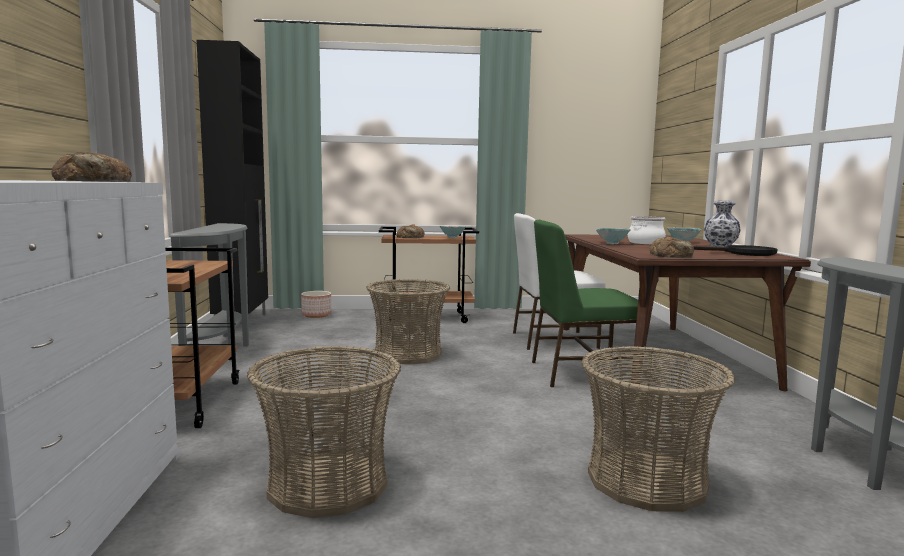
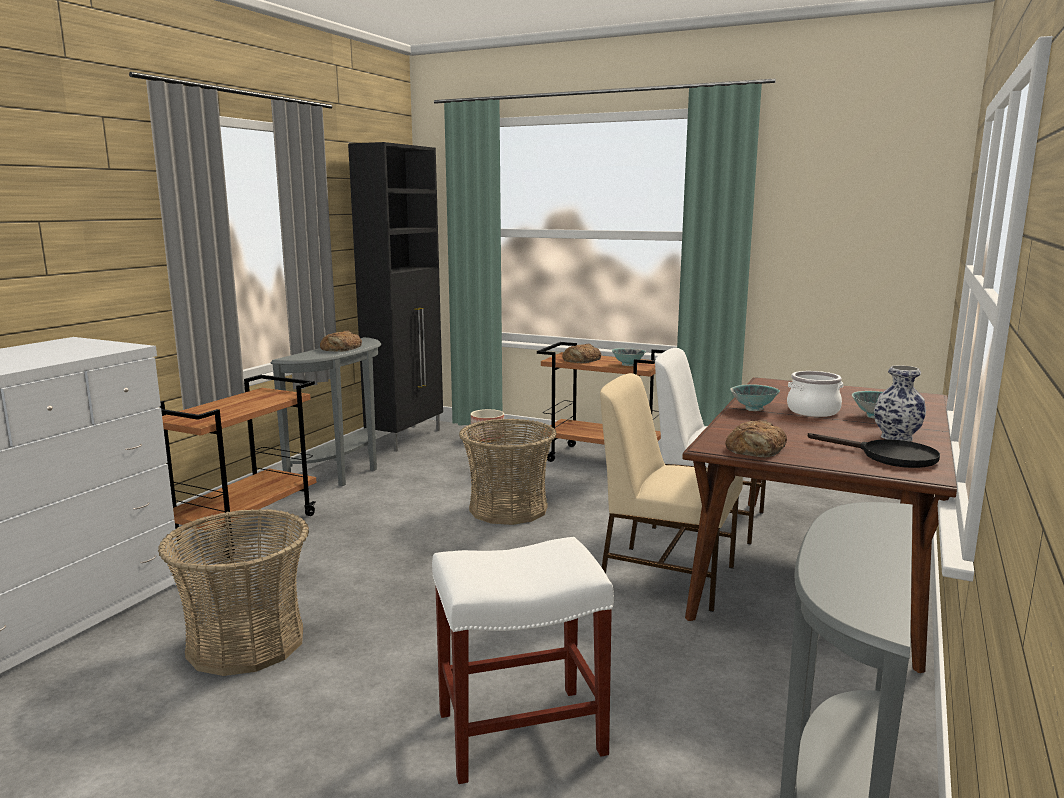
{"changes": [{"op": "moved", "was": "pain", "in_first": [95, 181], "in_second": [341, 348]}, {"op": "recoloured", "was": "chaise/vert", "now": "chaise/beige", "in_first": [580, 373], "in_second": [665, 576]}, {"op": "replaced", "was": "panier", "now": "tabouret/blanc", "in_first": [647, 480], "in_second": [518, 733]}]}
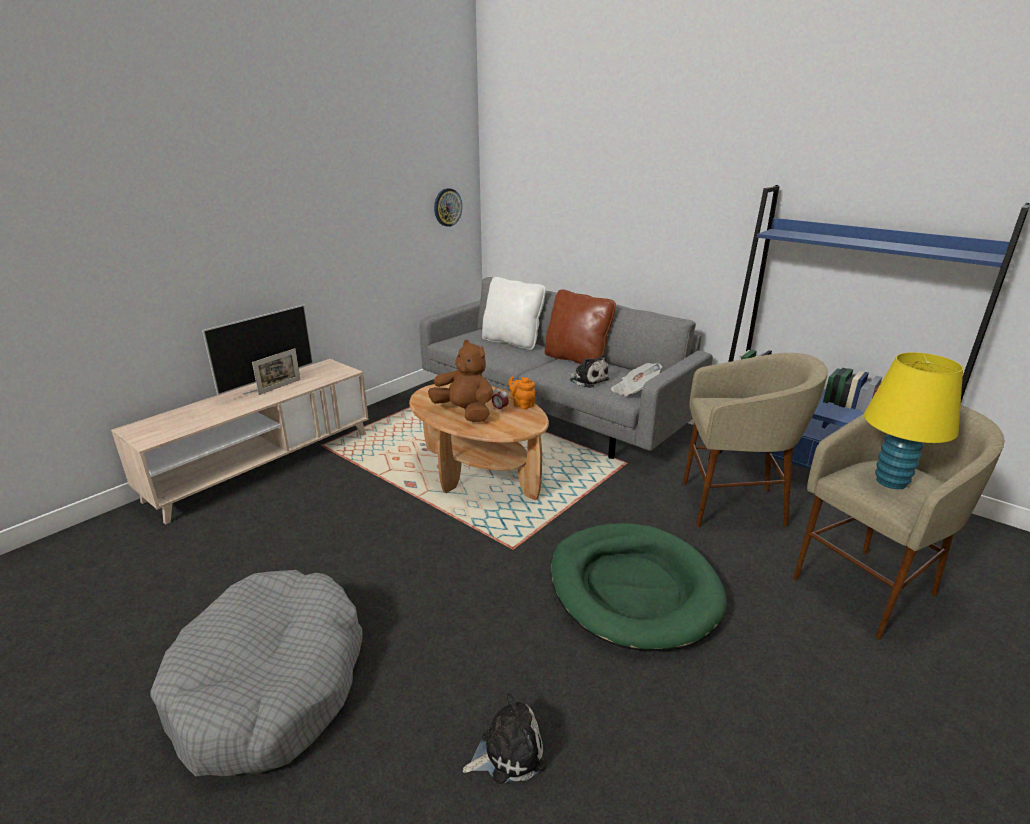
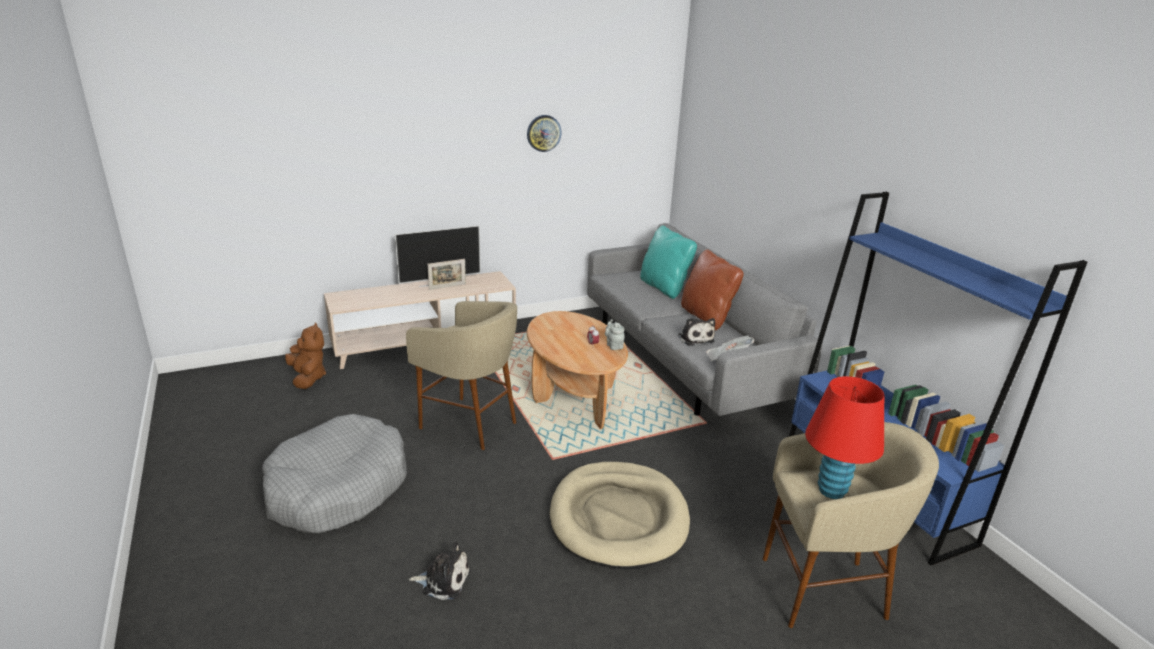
{"changes": [{"op": "moved", "was": "horloge murale", "in_first": [447, 207], "in_second": [543, 133]}, {"op": "recoloured", "was": "coussin/blanc", "now": "coussin/turquoise", "in_first": [512, 342], "in_second": [664, 288]}, {"op": "moved", "was": "peluche/marron", "in_first": [465, 413], "in_second": [308, 378]}, {"op": "recoloured", "was": "lampe de table/jaune", "now": "lampe de table/rouge", "in_first": [890, 482], "in_second": [831, 491]}, {"op": "moved", "was": "tabouret/beige", "in_first": [734, 505], "in_second": [470, 424]}, {"op": "recoloured", "was": "théière/orange", "now": "théière/gris", "in_first": [522, 404], "in_second": [614, 345]}, {"op": "recoloured", "was": "panier pour chien/vert", "now": "panier pour chien/beige", "in_first": [633, 589], "in_second": [618, 518]}]}
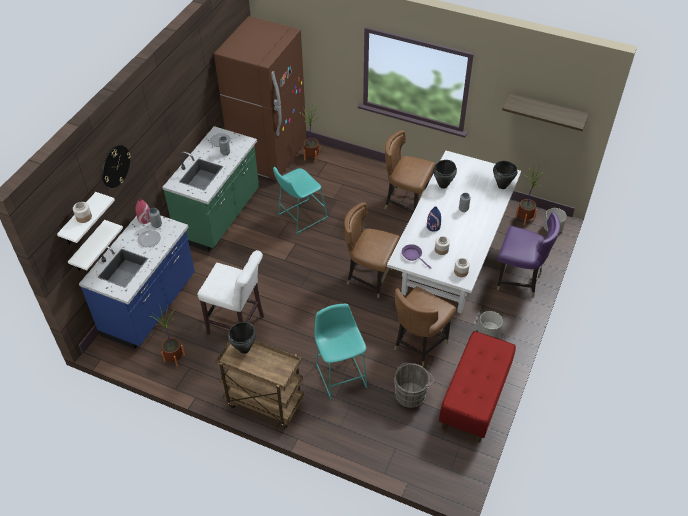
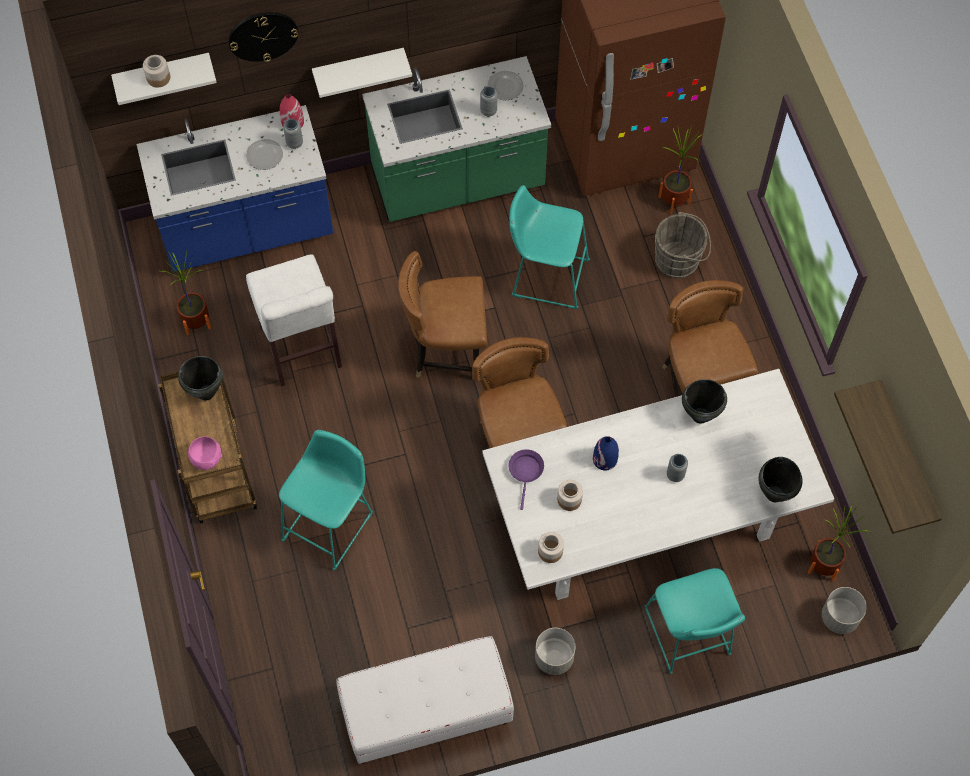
{"changes": [{"op": "replaced", "was": "chaise/violet", "now": "tabouret/turquoise", "in_first": [519, 280], "in_second": [688, 636]}, {"op": "moved", "was": "étagère/blanc", "in_first": [89, 247], "in_second": [359, 68]}, {"op": "moved", "was": "chaise/marron", "in_first": [419, 344], "in_second": [446, 351]}, {"op": "recoloured", "was": "banc/rouge", "now": "banc/blanc", "in_first": [475, 399], "in_second": [426, 713]}, {"op": "moved", "was": "seau/gris", "in_first": [411, 394], "in_second": [679, 260]}, {"op": "added", "now": "bol/rose", "in_second": [206, 458]}]}
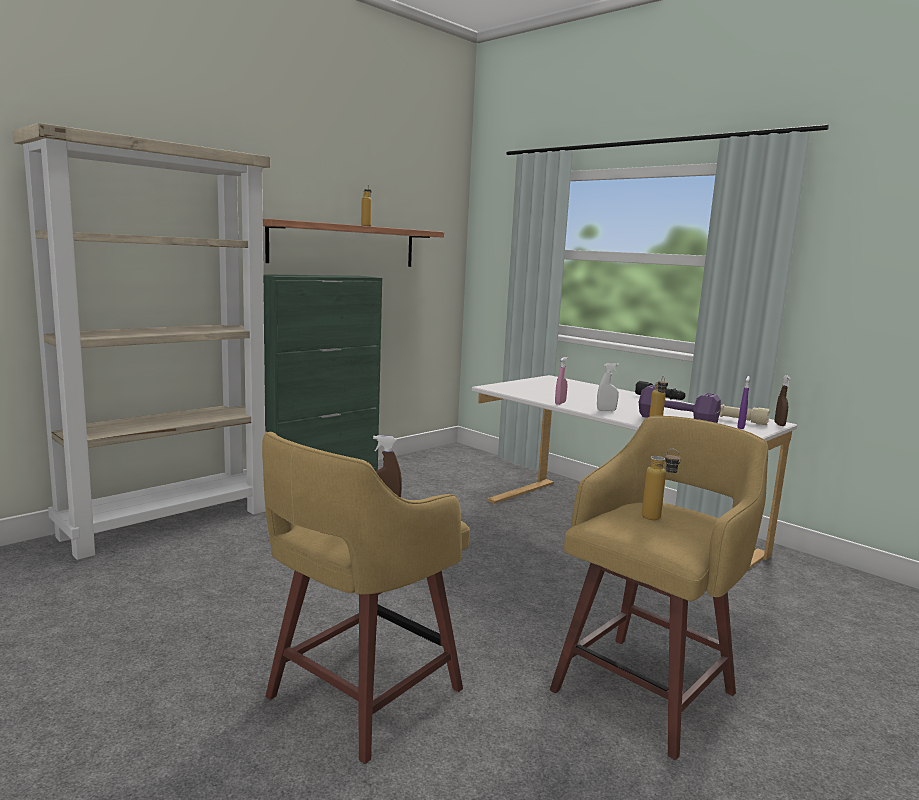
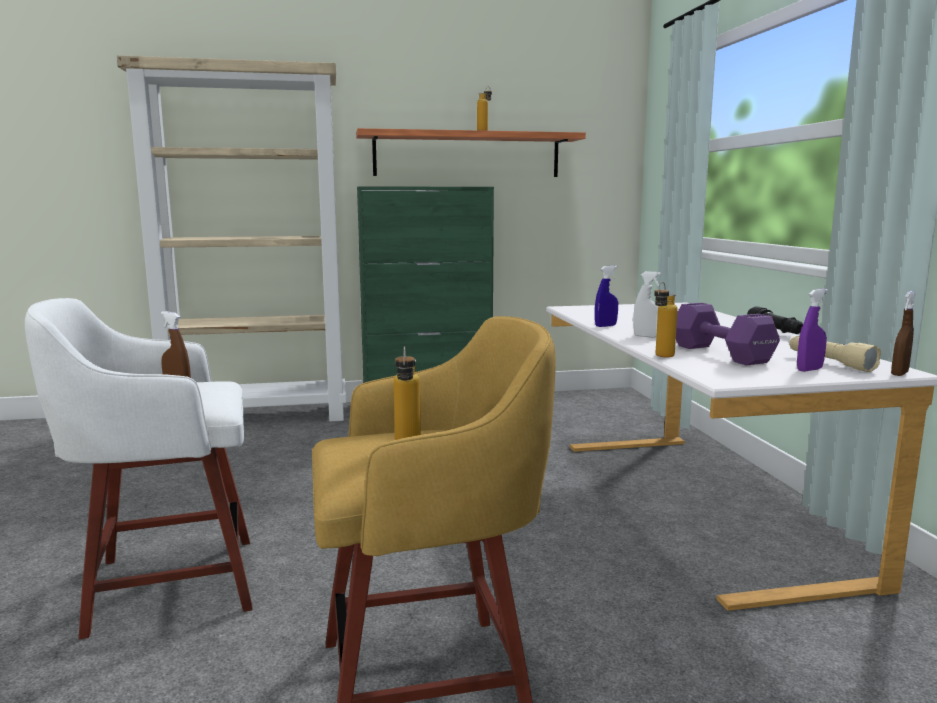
{"changes": [{"op": "recoloured", "was": "vaporisateur/rose", "now": "vaporisateur/bleu", "in_first": [560, 403], "in_second": [605, 326]}, {"op": "recoloured", "was": "tabouret/jaune", "now": "tabouret/blanc", "in_first": [360, 695], "in_second": [167, 584]}]}
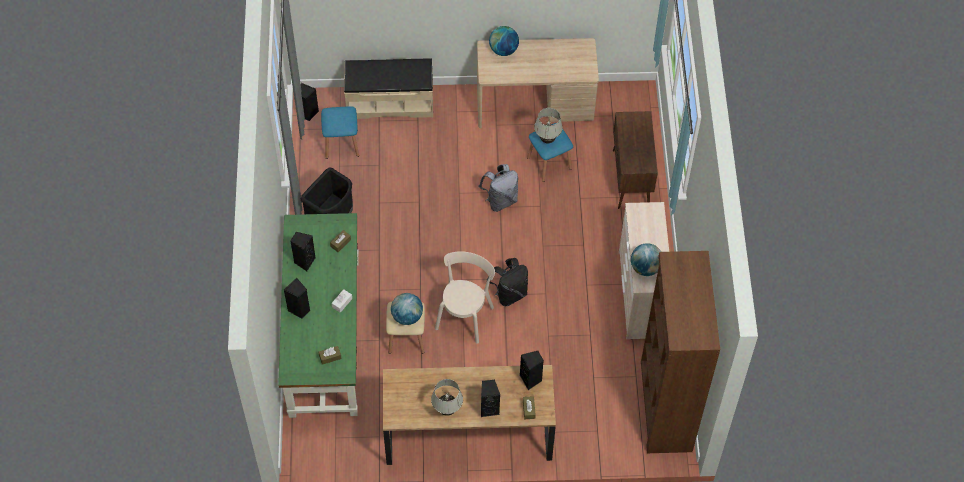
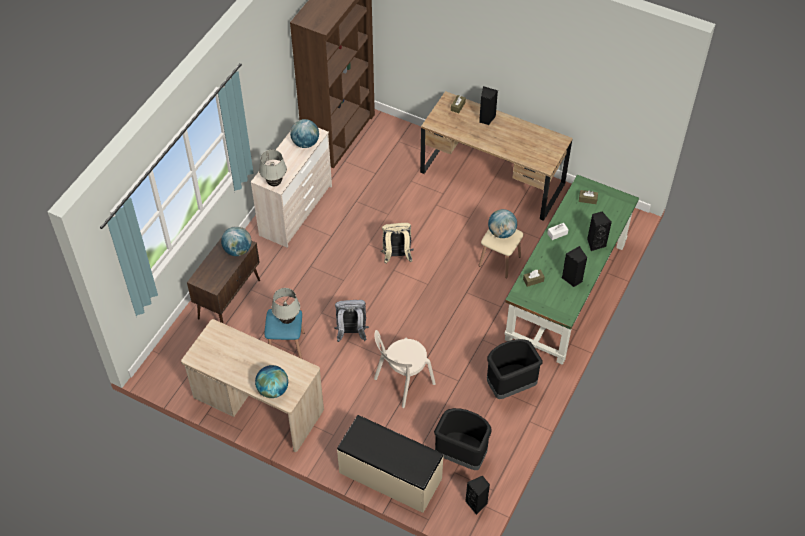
{"changes": [{"op": "replaced", "was": "tabouret/bleu", "now": "poubelle/noir", "in_first": [341, 144], "in_second": [461, 455]}, {"op": "moved", "was": "chaise/beige", "in_first": [465, 315], "in_second": [402, 383]}, {"op": "recoloured", "was": "sac à dos/noir", "now": "sac à dos/beige", "in_first": [509, 294], "in_second": [396, 256]}, {"op": "removed", "was": "enceinte/noir", "in_first": [531, 379]}, {"op": "moved", "was": "lampe de table/blanc", "in_first": [447, 410], "in_second": [274, 183]}, {"op": "added", "now": "globe", "in_second": [238, 250]}]}
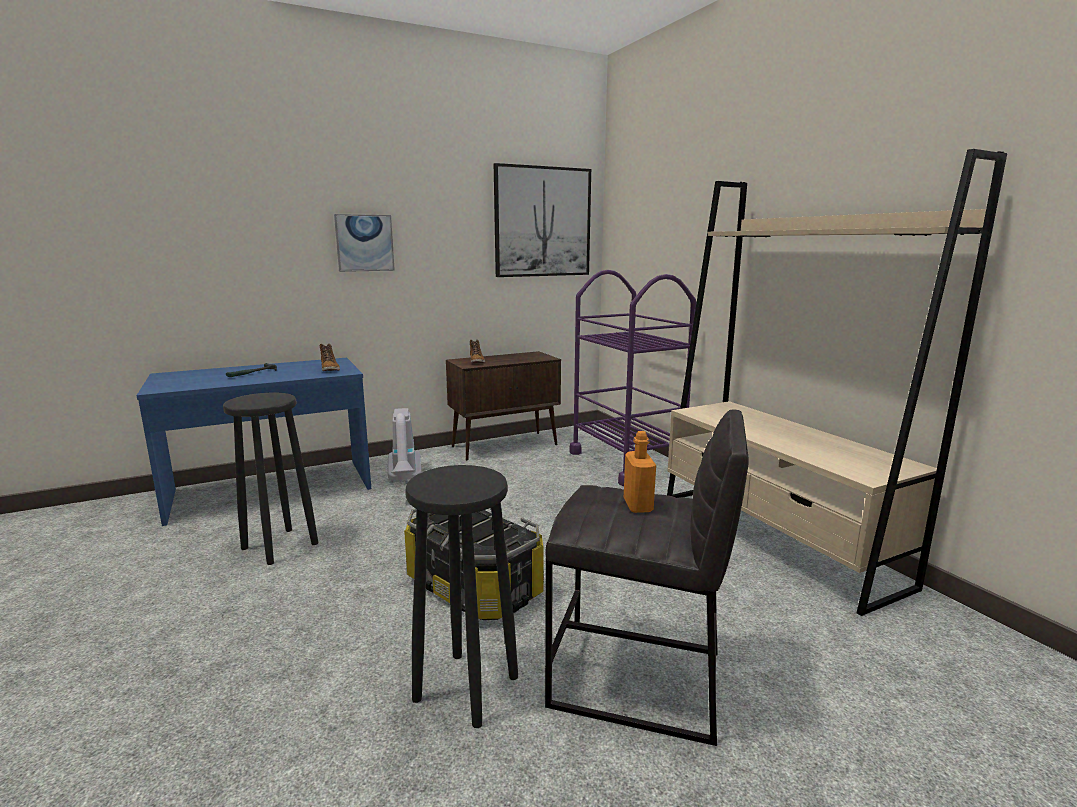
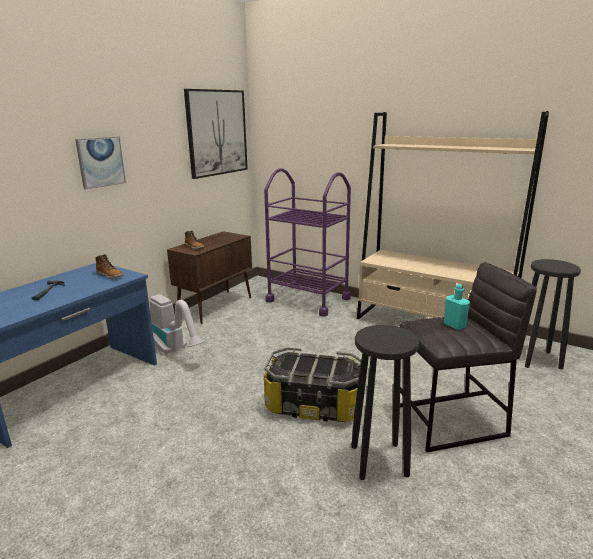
{"changes": [{"op": "moved", "was": "tabouret/noir", "in_first": [279, 546], "in_second": [538, 359]}, {"op": "recoloured", "was": "bouteille/orange", "now": "bouteille/turquoise", "in_first": [638, 505], "in_second": [454, 325]}]}
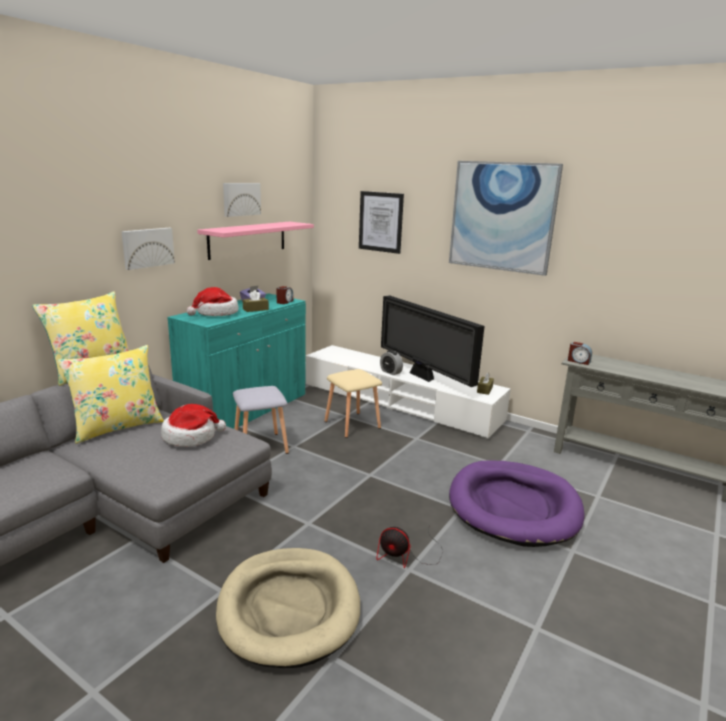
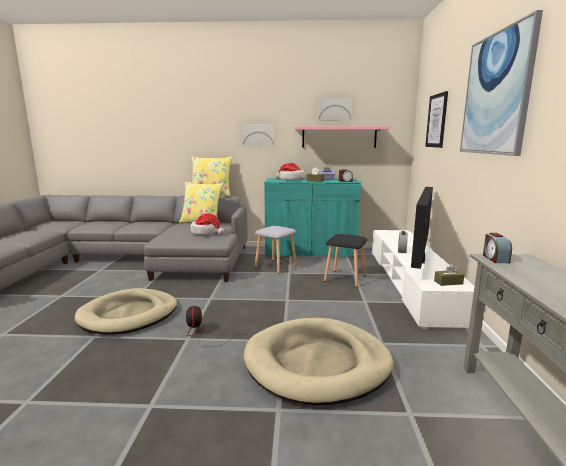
{"changes": [{"op": "recoloured", "was": "tabouret/beige", "now": "tabouret/noir", "in_first": [352, 424], "in_second": [345, 278]}, {"op": "recoloured", "was": "panier pour chien/violet", "now": "panier pour chien/beige", "in_first": [513, 506], "in_second": [317, 363]}]}
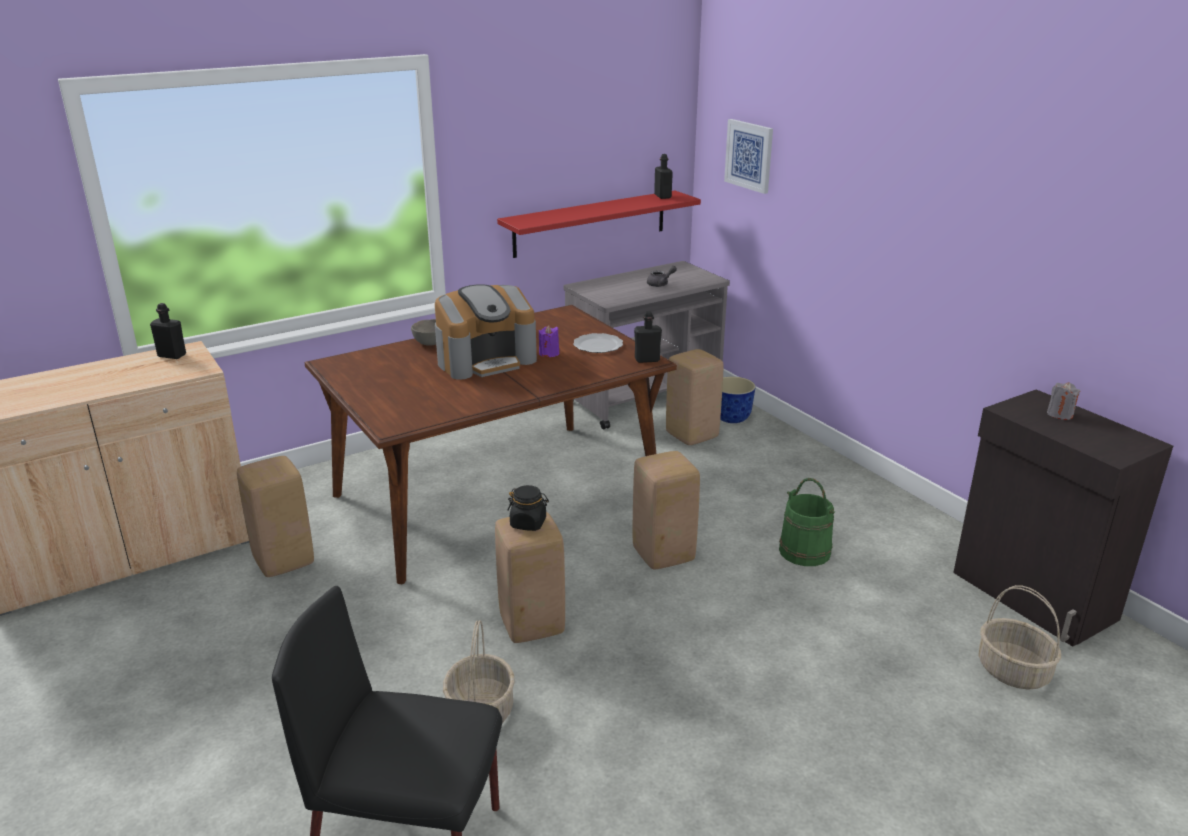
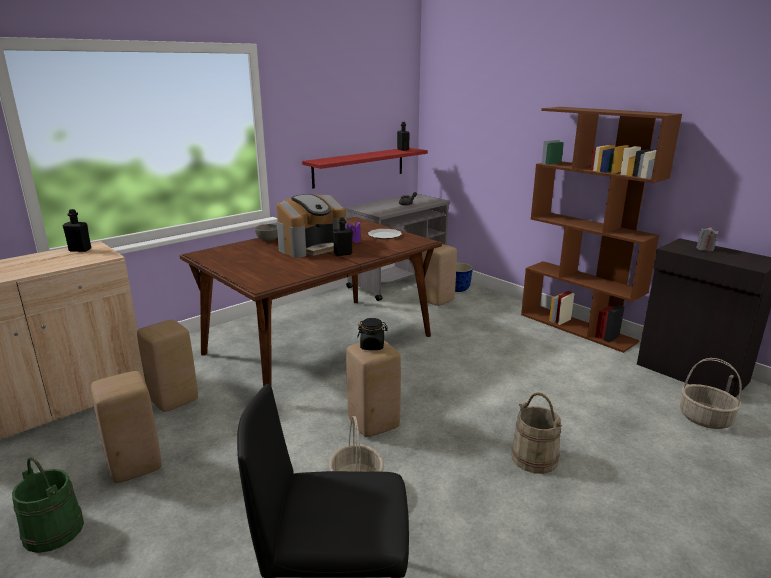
{"changes": [{"op": "removed", "was": "tableau", "in_first": [749, 155]}, {"op": "moved", "was": "bouteille/noir", "in_first": [647, 360], "in_second": [343, 254]}, {"op": "moved", "was": "tabouret/beige", "in_first": [663, 555], "in_second": [134, 467]}, {"op": "moved", "was": "seau/vert", "in_first": [804, 551], "in_second": [53, 531]}, {"op": "added", "now": "bibliothèque/marron", "in_second": [578, 328]}, {"op": "added", "now": "seau/beige", "in_second": [534, 458]}]}
